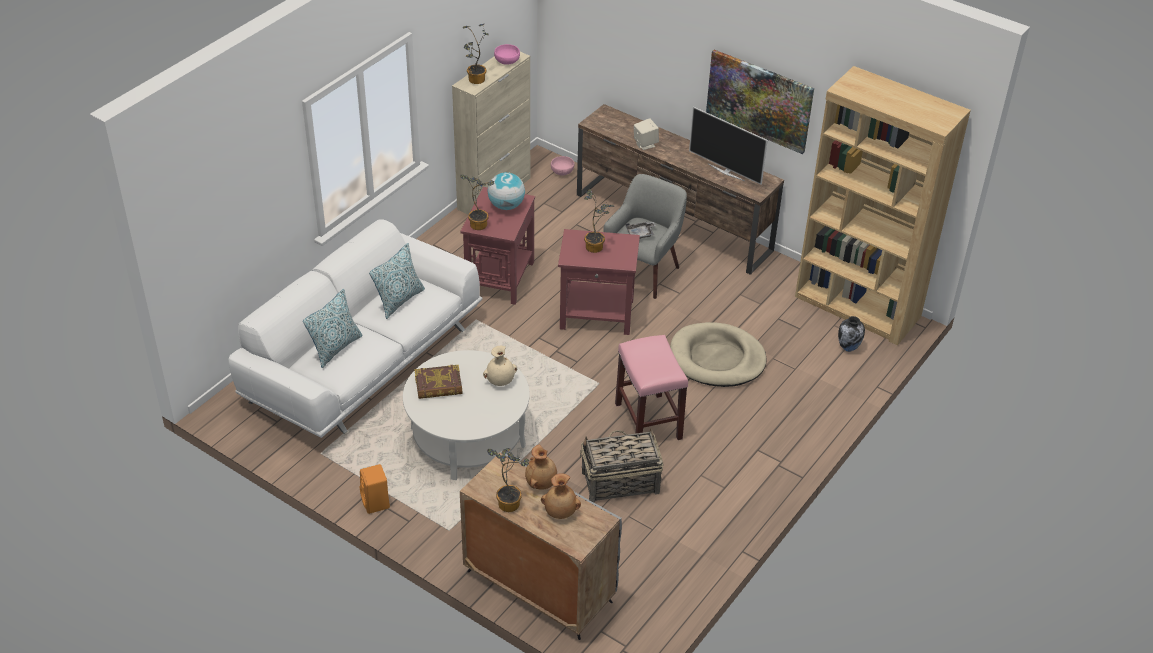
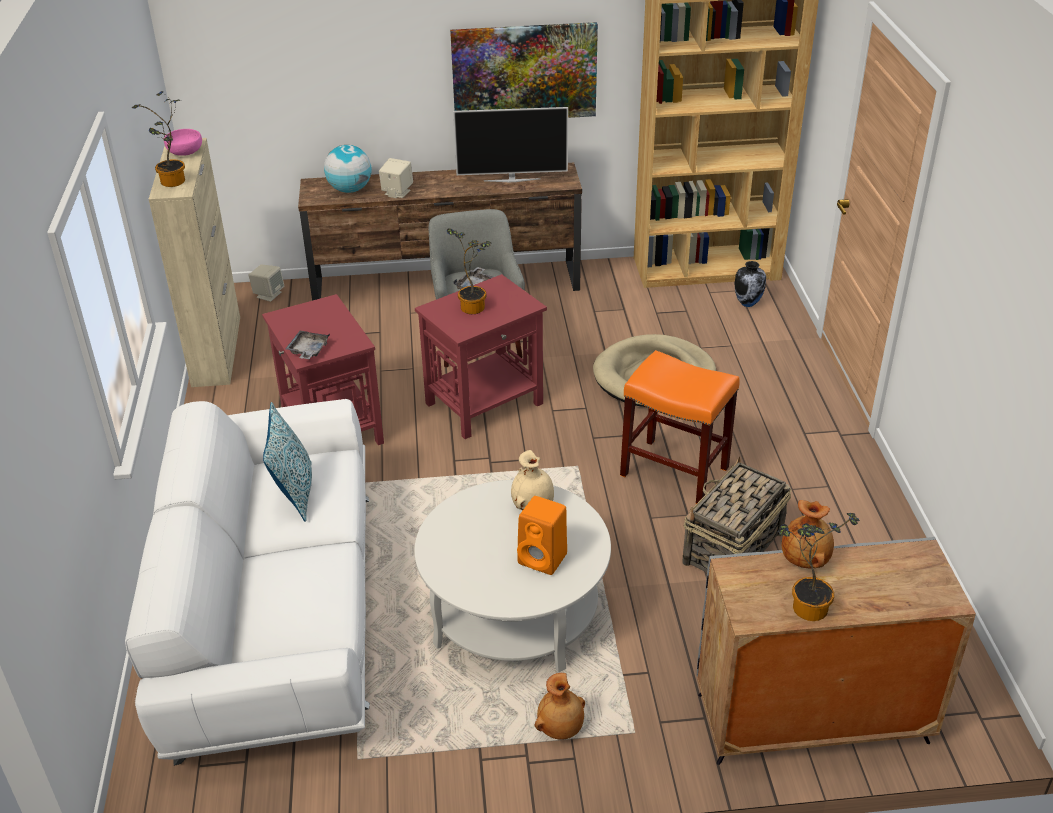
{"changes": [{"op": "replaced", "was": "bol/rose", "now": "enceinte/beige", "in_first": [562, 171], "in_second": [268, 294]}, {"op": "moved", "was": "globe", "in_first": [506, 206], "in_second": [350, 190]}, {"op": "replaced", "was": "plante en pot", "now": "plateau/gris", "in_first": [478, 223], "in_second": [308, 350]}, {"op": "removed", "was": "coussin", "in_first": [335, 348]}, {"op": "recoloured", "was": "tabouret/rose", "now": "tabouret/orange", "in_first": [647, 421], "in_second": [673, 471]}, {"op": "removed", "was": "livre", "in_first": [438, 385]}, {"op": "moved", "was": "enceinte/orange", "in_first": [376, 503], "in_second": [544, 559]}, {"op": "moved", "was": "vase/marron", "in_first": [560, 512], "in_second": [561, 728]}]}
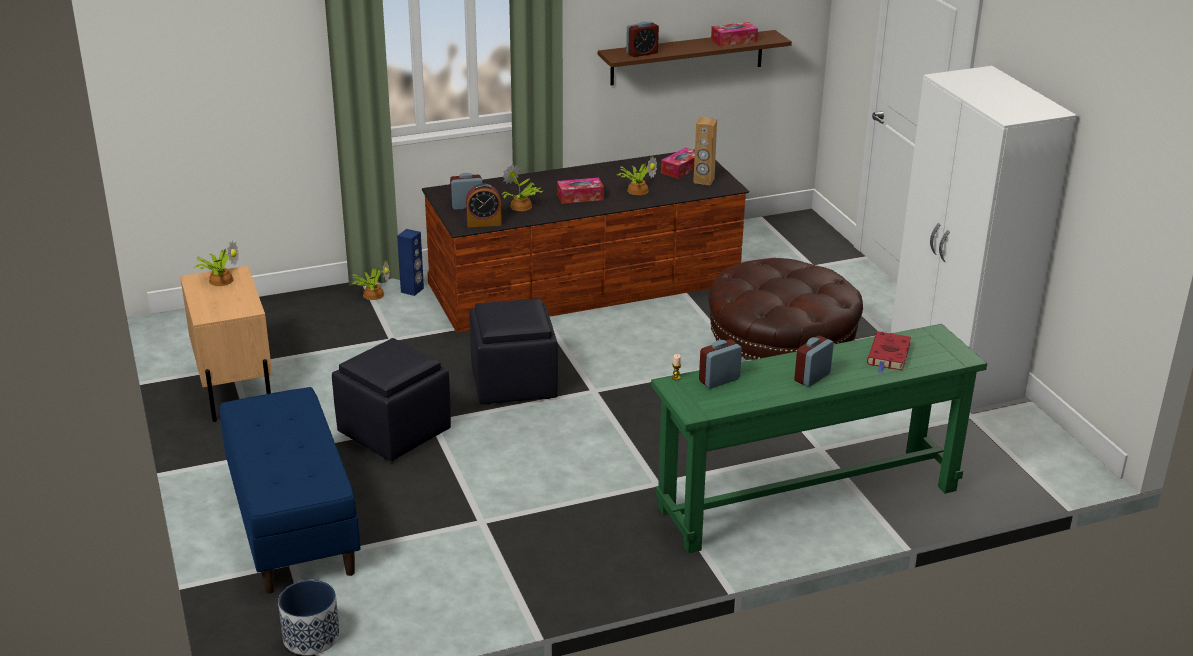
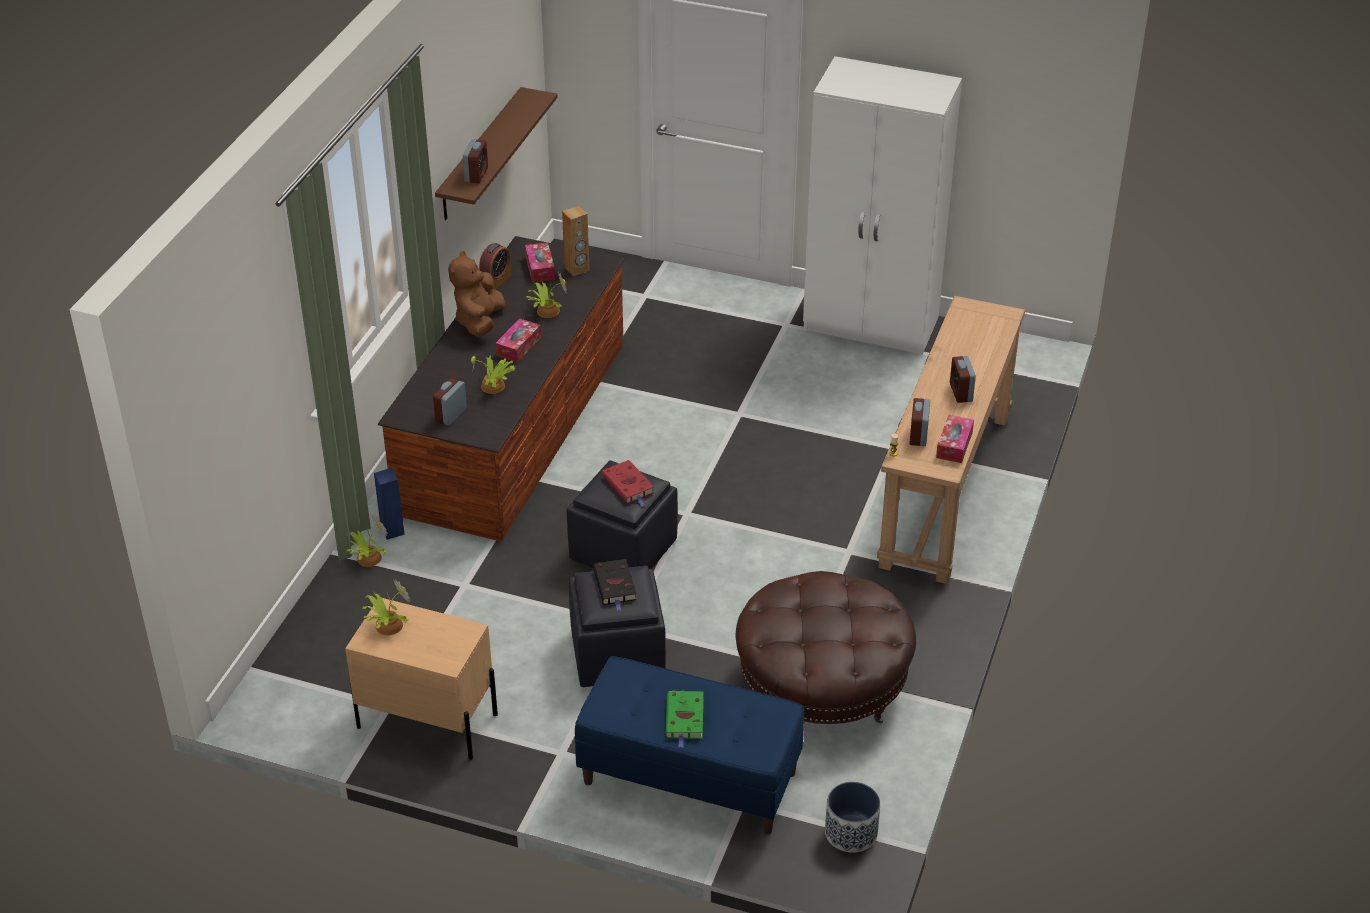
{"changes": [{"op": "moved", "was": "boîte à mouchoirs", "in_first": [733, 40], "in_second": [954, 445]}, {"op": "moved", "was": "réveil", "in_first": [484, 223], "in_second": [496, 281]}, {"op": "moved", "was": "pouf/marron", "in_first": [780, 352], "in_second": [822, 685]}, {"op": "recoloured", "was": "table console/vert", "now": "table console/marron", "in_first": [808, 499], "in_second": [945, 490]}, {"op": "moved", "was": "livre/rouge", "in_first": [888, 355], "in_second": [629, 486]}, {"op": "added", "now": "peluche/marron", "in_second": [479, 322]}, {"op": "added", "now": "livre/noir", "in_second": [615, 586]}, {"op": "added", "now": "livre/vert", "in_second": [685, 719]}]}
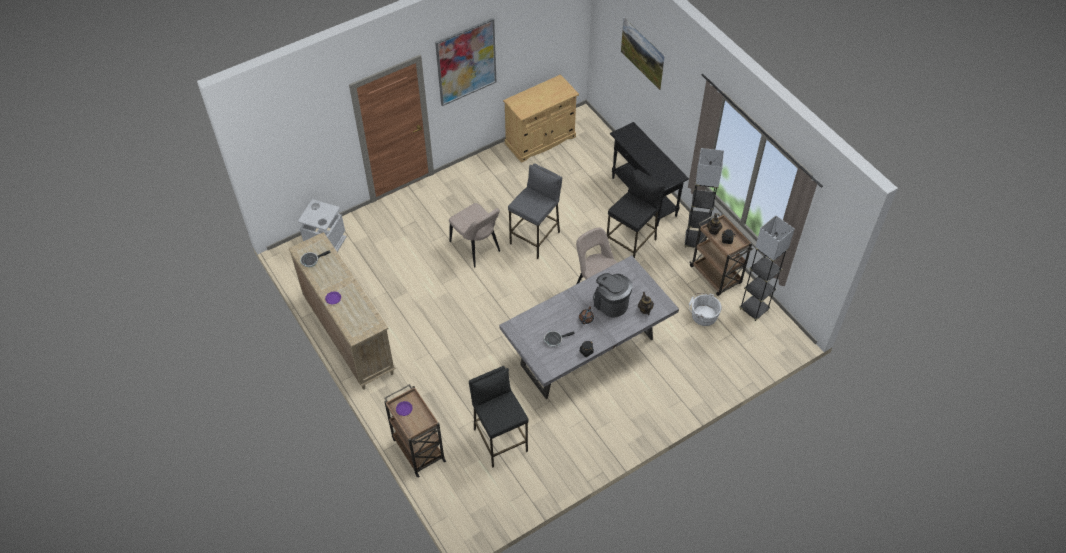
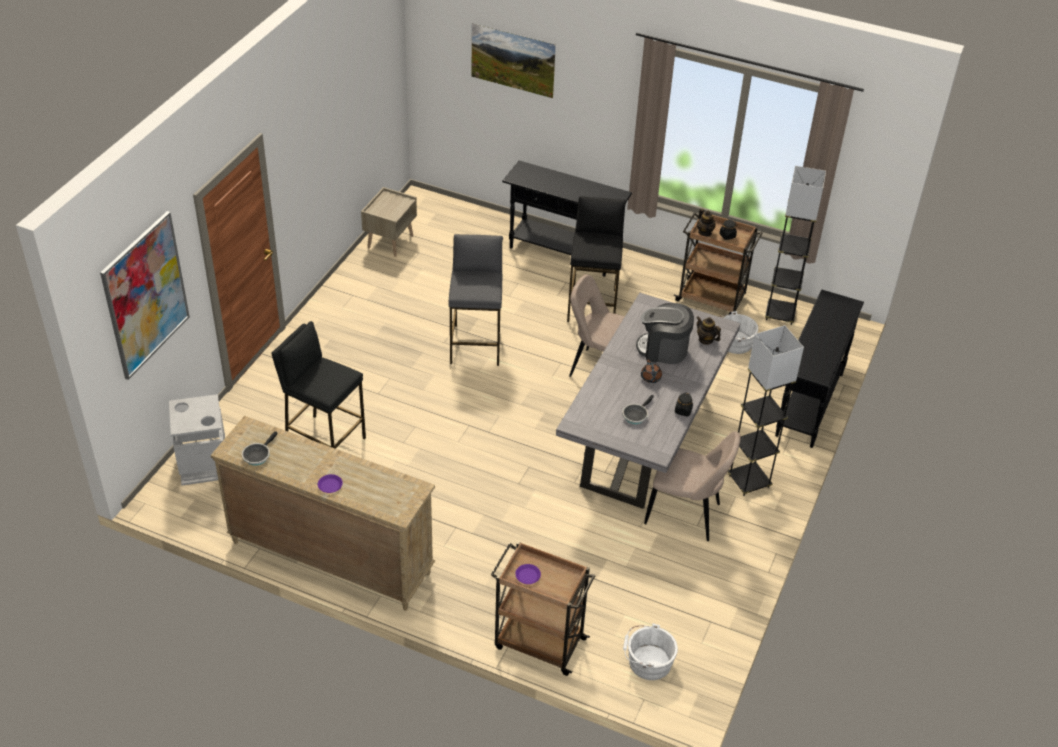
{"changes": [{"op": "moved", "was": "tableau", "in_first": [466, 62], "in_second": [145, 295]}, {"op": "replaced", "was": "meuble de rangement/beige", "now": "table de chevet/beige", "in_first": [540, 140], "in_second": [390, 241]}, {"op": "moved", "was": "lampadaire/gris", "in_first": [695, 241], "in_second": [749, 481]}, {"op": "moved", "was": "chaise/beige", "in_first": [476, 248], "in_second": [686, 515]}, {"op": "moved", "was": "tabouret/noir", "in_first": [500, 440], "in_second": [325, 441]}, {"op": "added", "now": "table console/noir", "in_second": [809, 404]}, {"op": "added", "now": "seau/blanc", "in_second": [647, 662]}]}
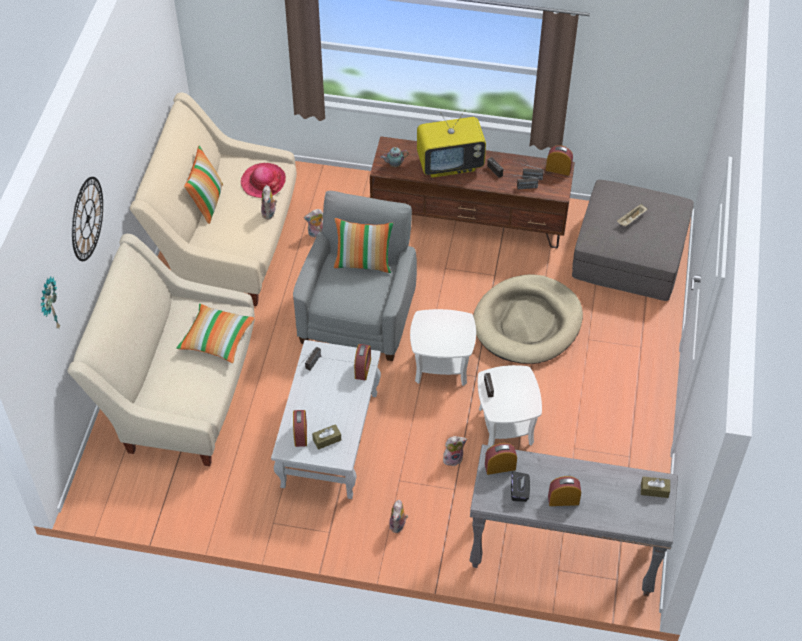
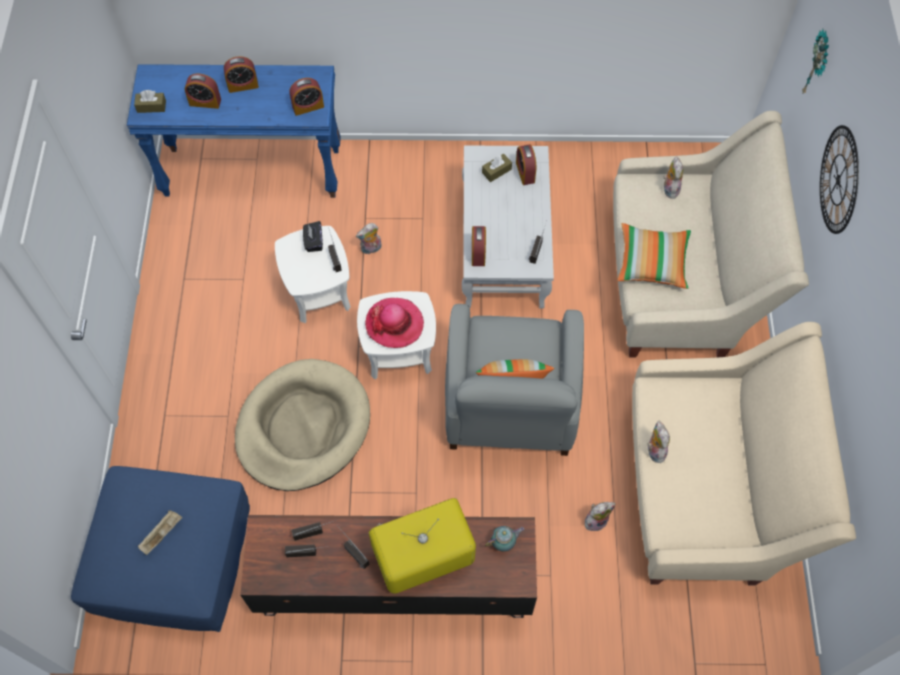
{"changes": [{"op": "moved", "was": "réveil", "in_first": [558, 169], "in_second": [205, 102]}, {"op": "removed", "was": "coussin", "in_first": [207, 202]}, {"op": "moved", "was": "chapeau", "in_first": [263, 182], "in_second": [394, 324]}, {"op": "recoloured", "was": "pouf/gris", "now": "pouf/bleu", "in_first": [629, 253], "in_second": [172, 558]}, {"op": "recoloured", "was": "table console/gris", "now": "table console/bleu", "in_first": [562, 555], "in_second": [253, 172]}, {"op": "moved", "was": "boîte à mouchoirs/noir", "in_first": [519, 491], "in_second": [314, 242]}, {"op": "moved", "was": "peluche", "in_first": [398, 525], "in_second": [669, 188]}]}
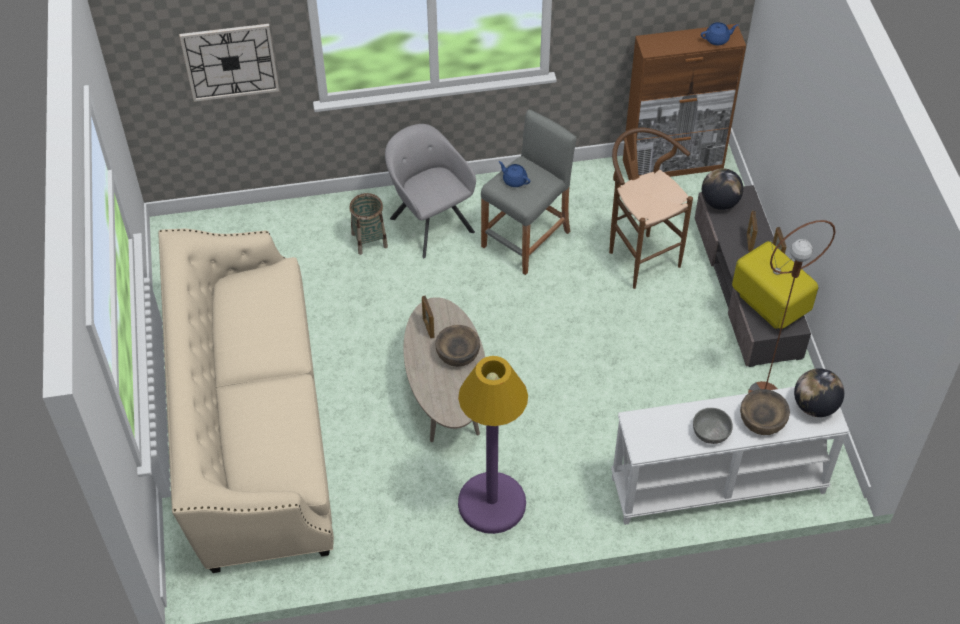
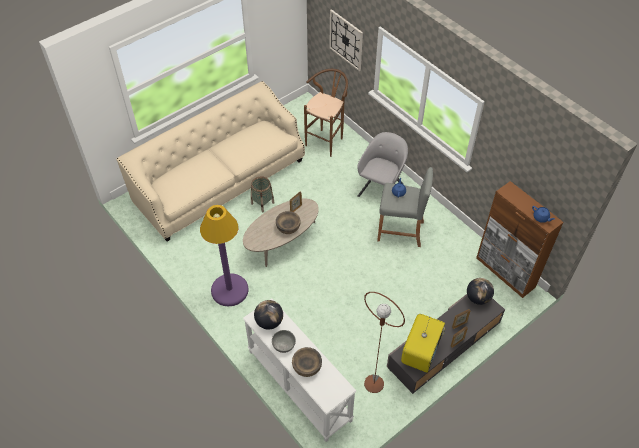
{"changes": [{"op": "moved", "was": "tabouret/marron", "in_first": [639, 255], "in_second": [326, 140]}, {"op": "moved", "was": "panier", "in_first": [369, 240], "in_second": [262, 203]}, {"op": "moved", "was": "globe", "in_first": [814, 406], "in_second": [269, 322]}]}
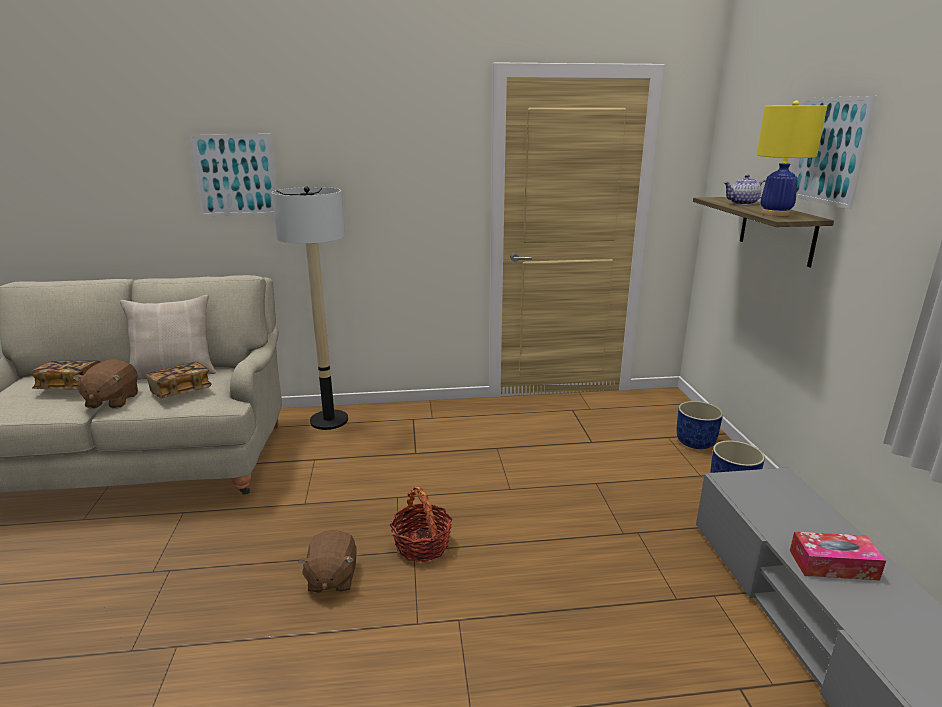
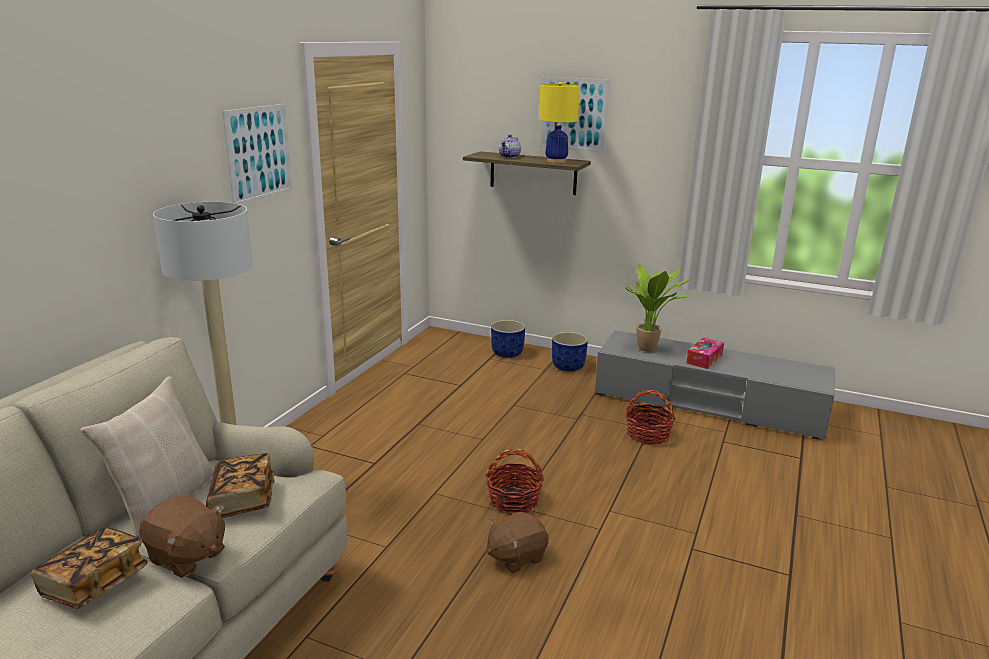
{"changes": [{"op": "moved", "was": "tableau", "in_first": [235, 175], "in_second": [259, 153]}, {"op": "turned", "was": "peluche/marron", "in_first": [331, 578], "in_second": [516, 557], "clockwise": 120}, {"op": "added", "now": "plante en pot", "in_second": [650, 349]}, {"op": "added", "now": "panier", "in_second": [647, 435]}]}
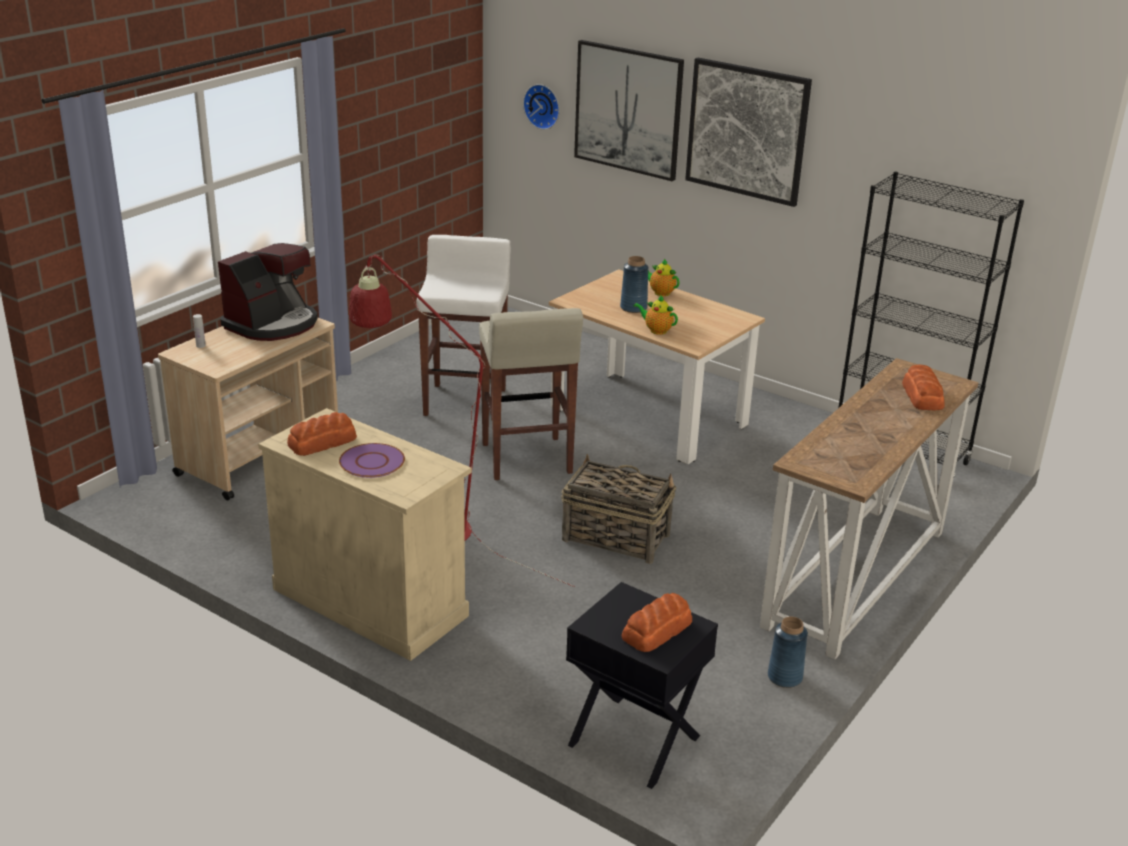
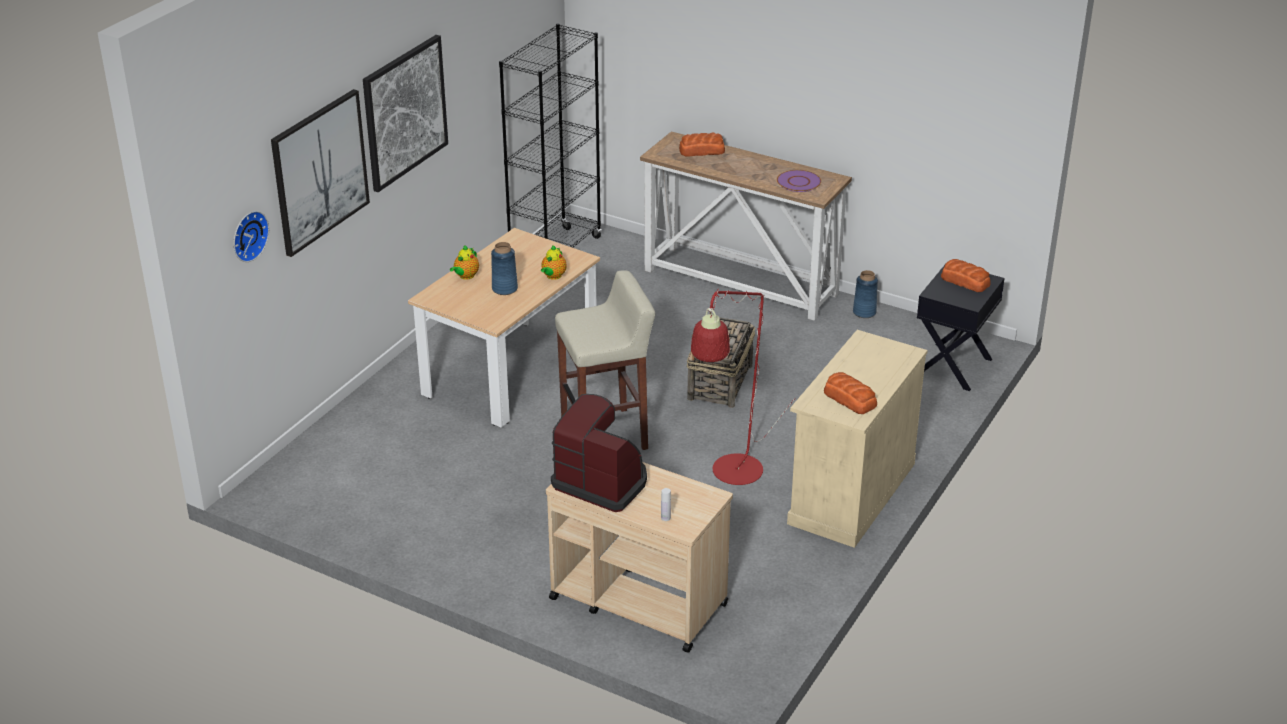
{"changes": [{"op": "removed", "was": "tabouret/blanc", "in_first": [465, 402]}, {"op": "moved", "was": "assiette/violet", "in_first": [372, 462], "in_second": [799, 182]}]}
